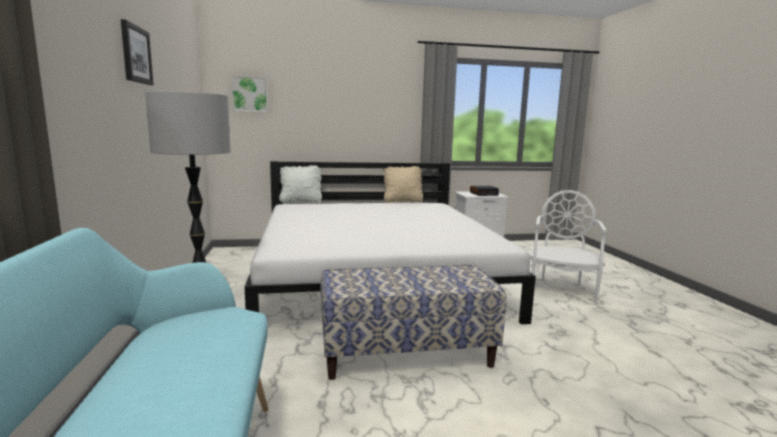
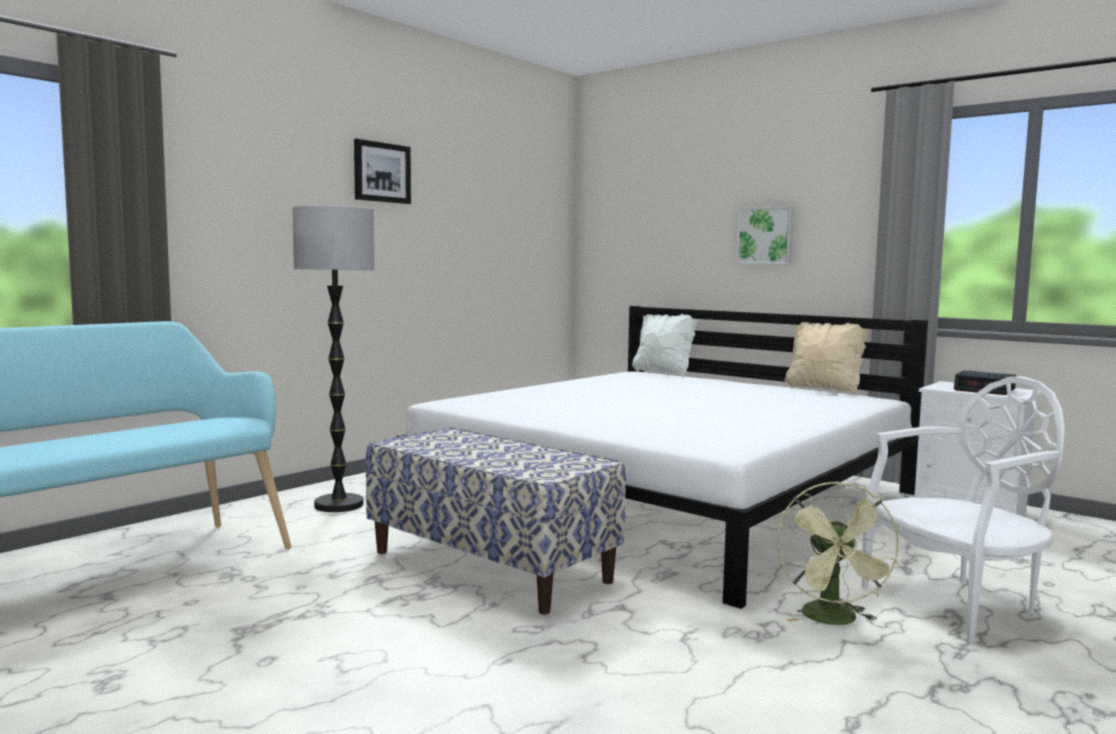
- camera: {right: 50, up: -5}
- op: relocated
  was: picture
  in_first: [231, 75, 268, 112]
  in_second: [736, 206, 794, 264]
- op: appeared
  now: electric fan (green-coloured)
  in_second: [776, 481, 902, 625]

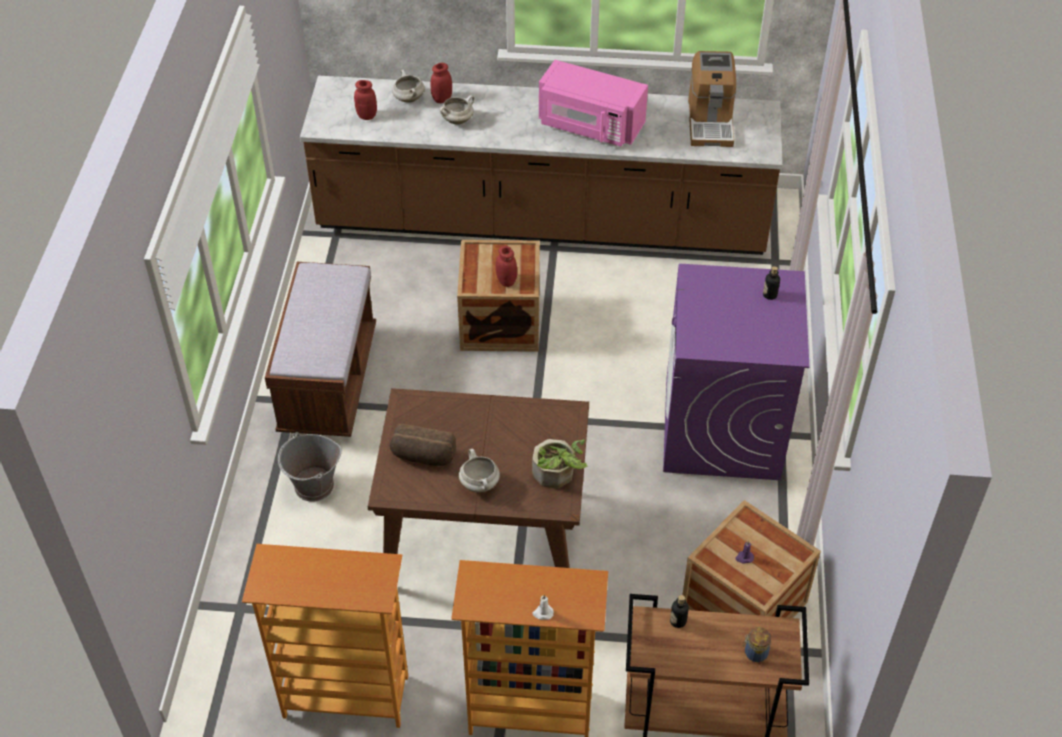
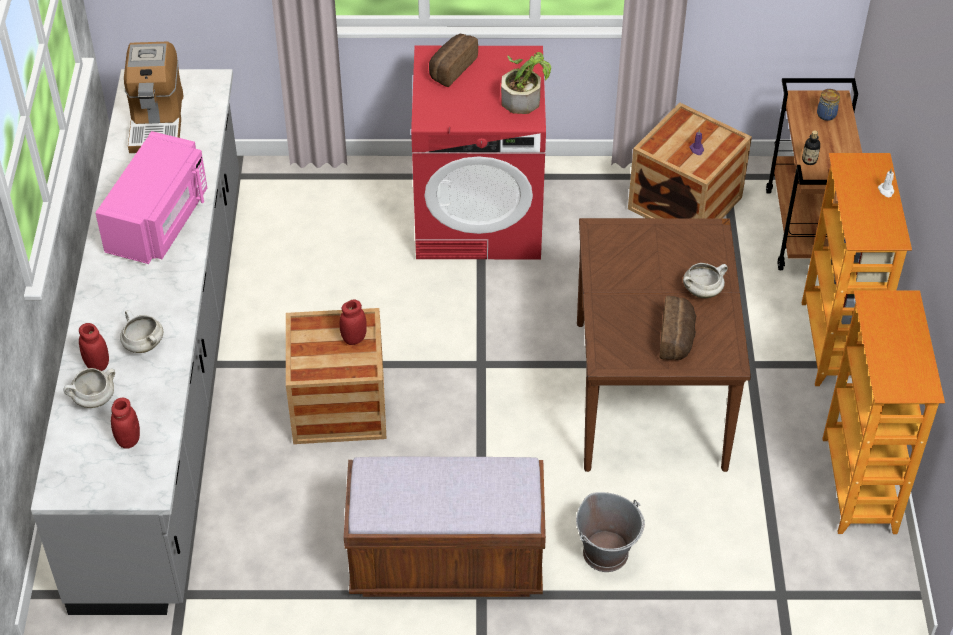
- camera: {right: -95, up: 0}
- op: colour
  was: kitchen counter (brownish)
  now: kitchen counter (gray)
  in_first: [300, 76, 783, 255]
  in_second: [31, 69, 239, 615]
- op: spun
  was: coffee machine
  in_first: [688, 51, 736, 147]
  in_second: [124, 41, 183, 153]
  clockwise: 90
- op: colour
  was: laundry appliance (purplish)
  now: laundry appliance (red-coloured)
  in_first: [663, 264, 809, 480]
  in_second: [411, 46, 546, 259]
- op: exchanged
  was: bottle
  now: baked bread
  in_first: [763, 266, 780, 300]
  in_second: [429, 34, 478, 87]
- op: relocated
  was: houseplant
  in_first: [532, 439, 588, 488]
  in_second: [501, 52, 551, 114]

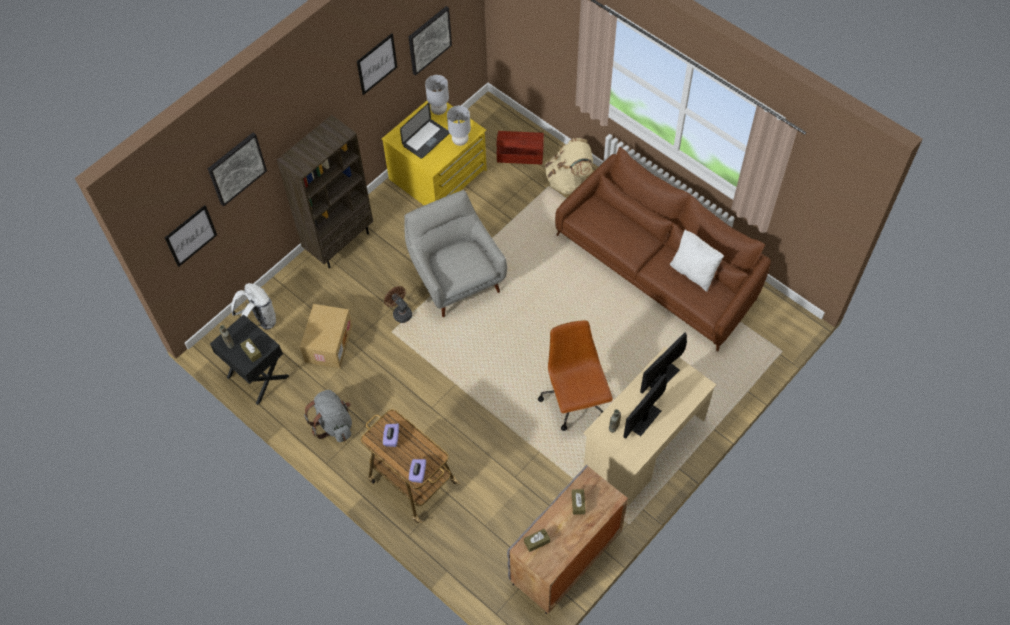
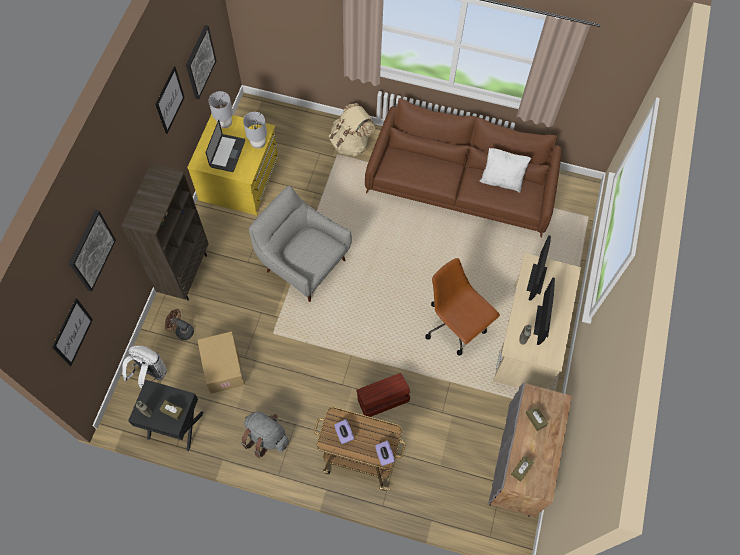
- camera: {right: -30, up: 5}
- op: relocated
  was: electric fan (brownish)
  in_first: [384, 286, 412, 323]
  in_second: [165, 309, 194, 340]
- op: relocated
  was: storage bin (brownish)
  in_first: [496, 131, 544, 164]
  in_second: [357, 373, 410, 417]

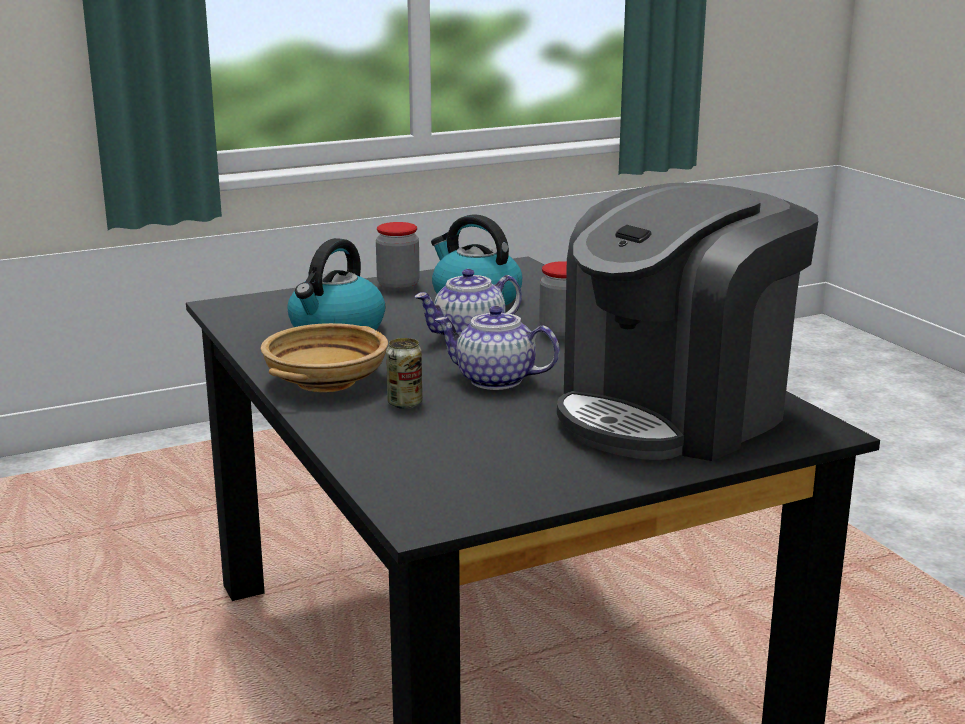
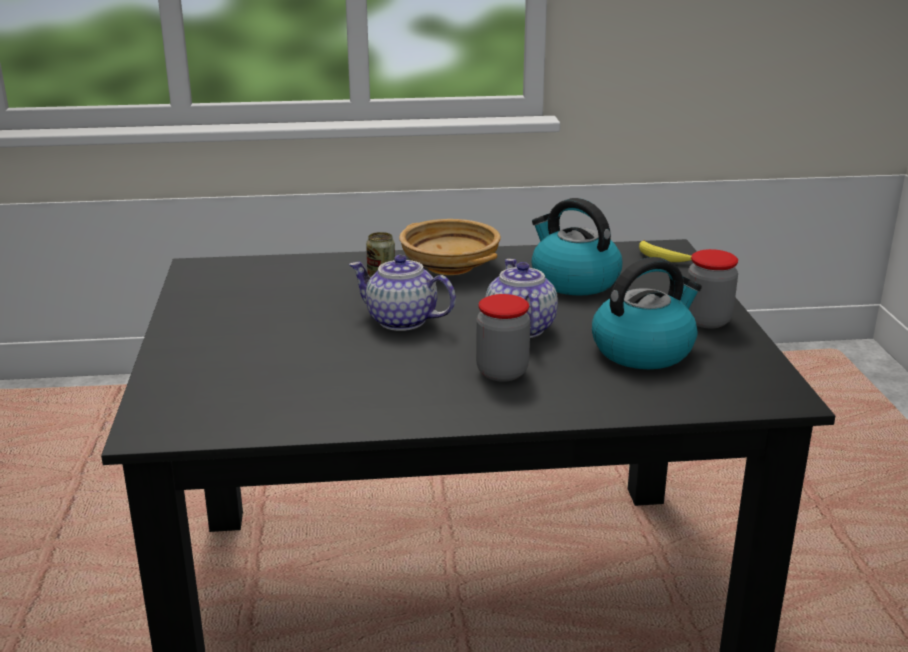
- camera: {right: 110, up: 5}
- op: spun
  was: pot for tea
  in_first: [435, 306, 560, 390]
  in_second: [349, 255, 456, 331]
  clockwise: -105
- op: appeared
  now: banana fruit
  in_second: [639, 240, 692, 262]
- op: missing
  was: coffee machine
  in_first: [557, 183, 818, 461]

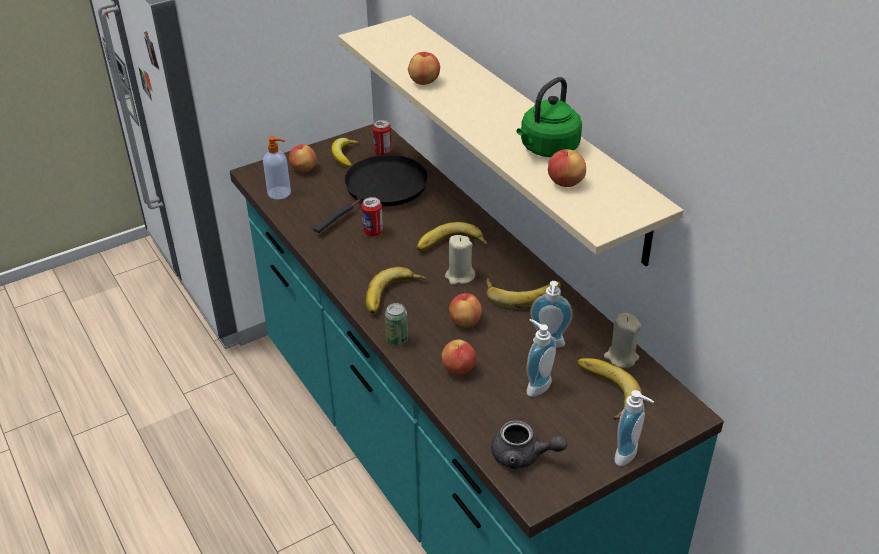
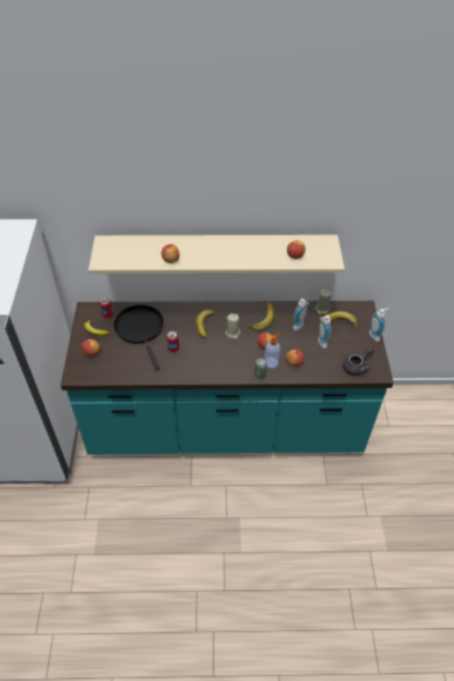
- camera: {right: -60, up: 10}
- op: relocated
  was: soap bottle
  in_first: [263, 136, 291, 200]
  in_second: [265, 333, 281, 368]
- op: missing
  was: banana fruit
  in_first: [366, 267, 426, 314]
- op: missing
  was: water kettle (green-coloured)
  in_first: [517, 77, 582, 157]

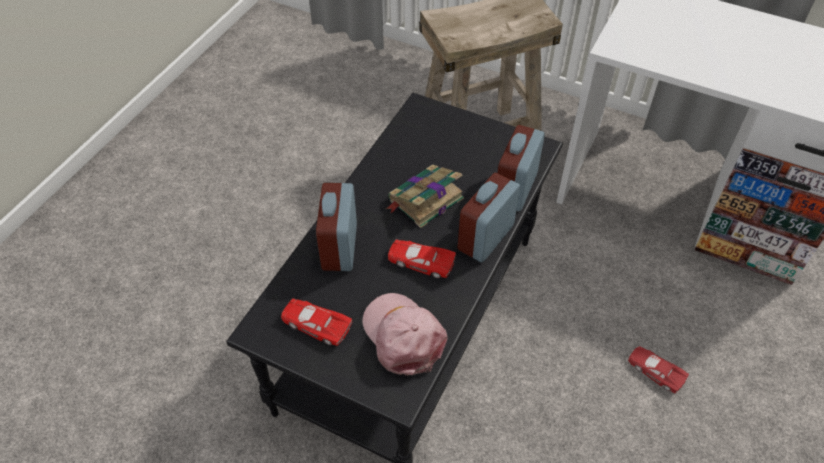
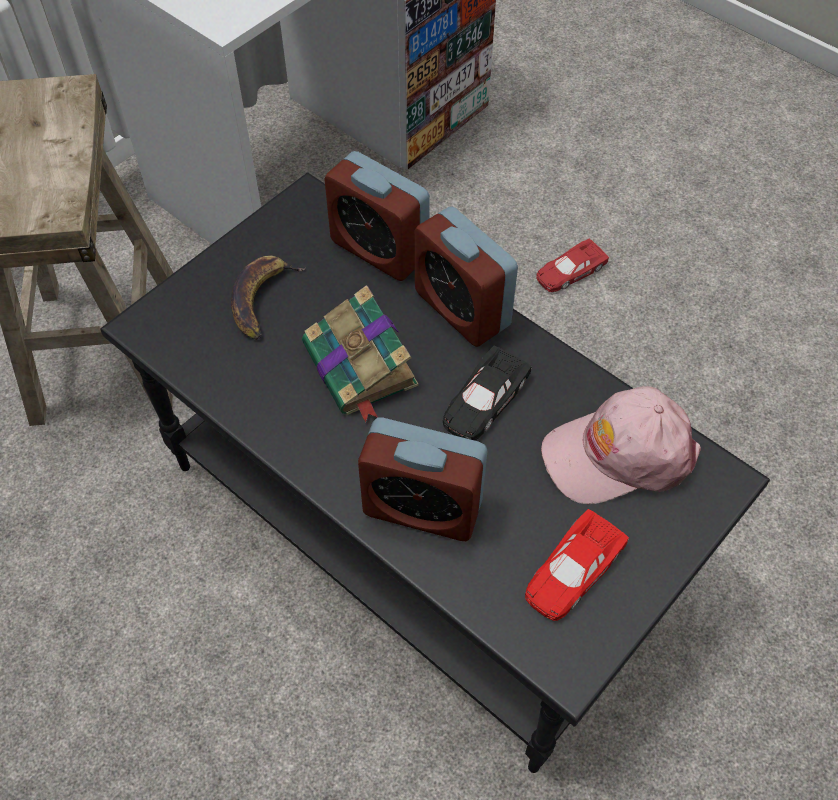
- camera: {right: -75, up: 5}
- op: appeared
  now: banana fruit
  in_second: [231, 256, 306, 340]
- op: colour
  was: toy car (red-coloured)
  now: toy car (black)
  in_first: [388, 239, 456, 278]
  in_second: [443, 346, 532, 440]

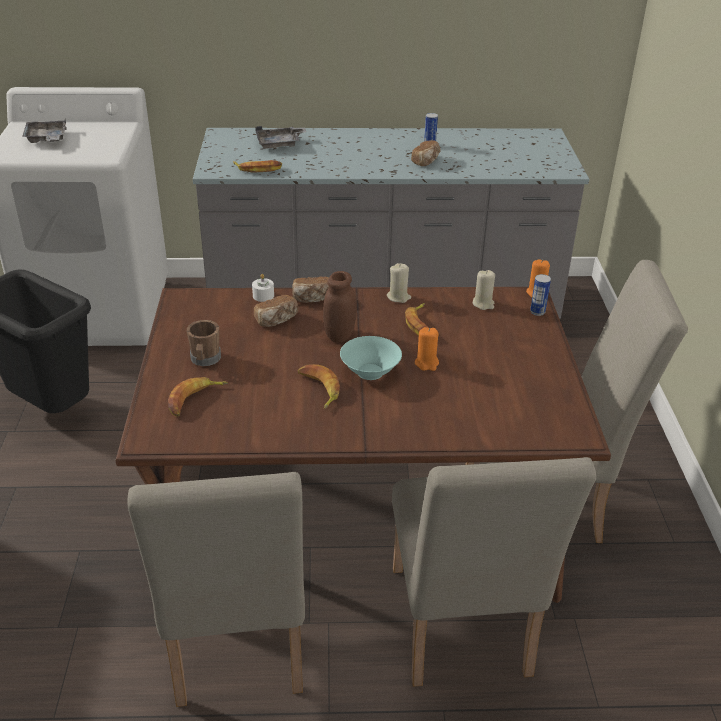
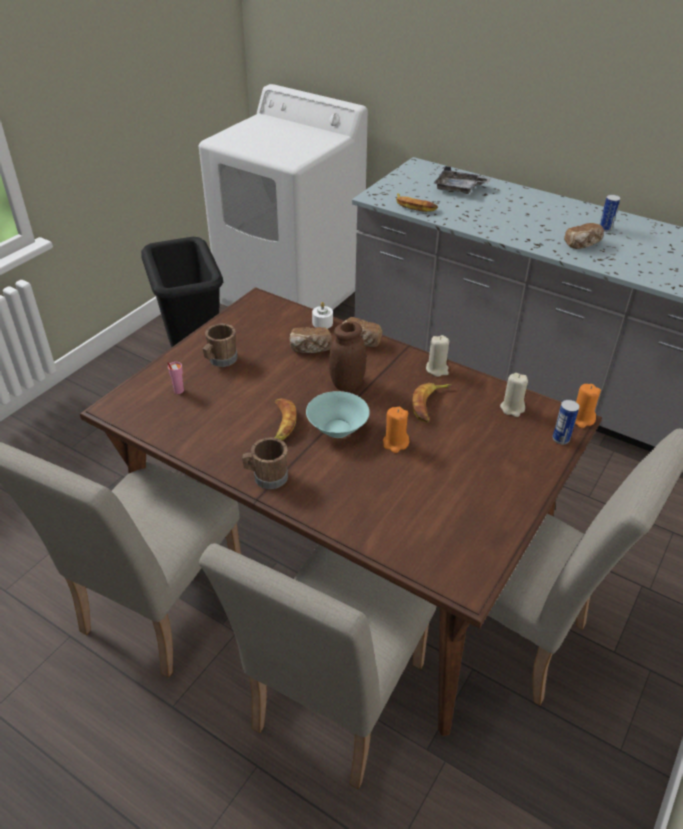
- camera: {right: 35, up: 5}
- op: exchanged
  was: banana fruit
  now: small cup (pinkish)
  in_first: [168, 377, 228, 417]
  in_second: [167, 362, 184, 394]
- op: appeared
  now: mug (brownish)
  in_second: [242, 437, 288, 489]
- op: missing
  was: serving tray (gray)
  in_first: [22, 117, 67, 143]

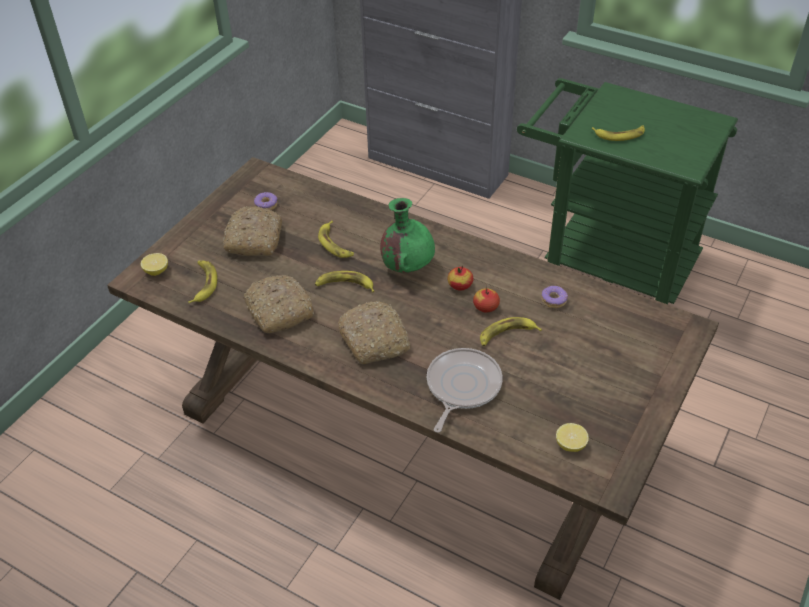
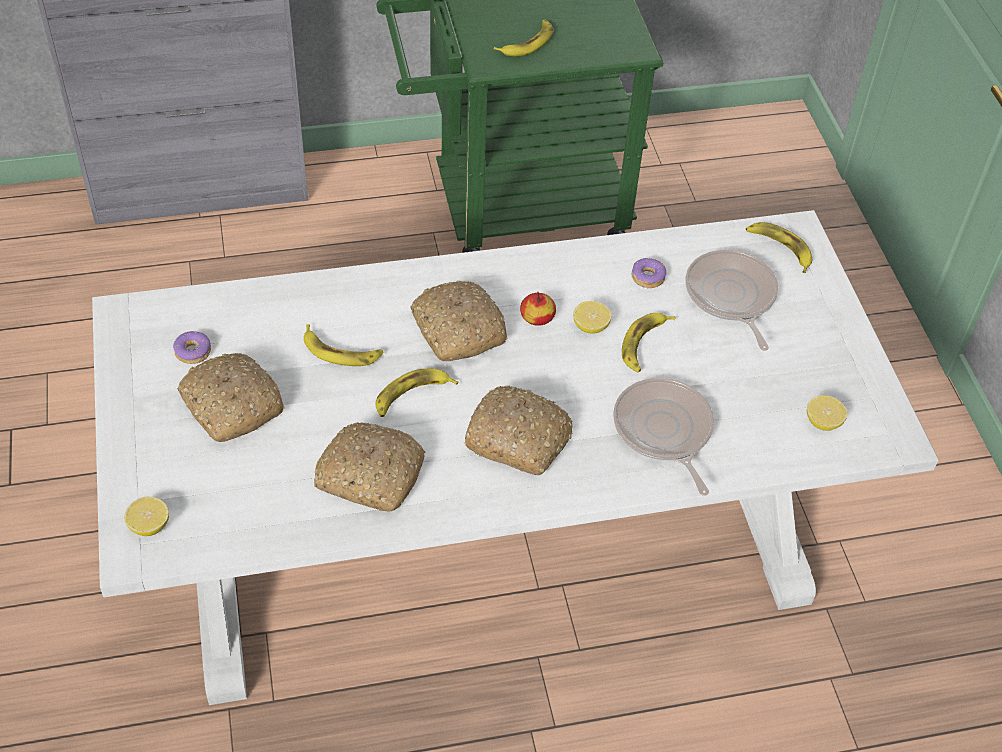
- camera: {right: -45, up: 5}
- op: colour
  was: kitchen table (brownish)
  now: kitchen table (white-coloured)
  in_first: [107, 157, 719, 600]
  in_second: [92, 210, 939, 705]
- op: exchanged
  was: vase (green-coloured)
  now: baked bread
  in_first: [380, 198, 435, 273]
  in_second: [410, 281, 507, 361]
- op: exchanged
  was: apple
  now: whole lemon
  in_first: [473, 285, 500, 313]
  in_second: [573, 301, 611, 334]
- op: appeared
  now: pan
  in_second: [685, 250, 778, 351]
- op: relocated
  was: banana fruit
  in_first: [188, 260, 217, 303]
  in_second: [746, 222, 812, 273]

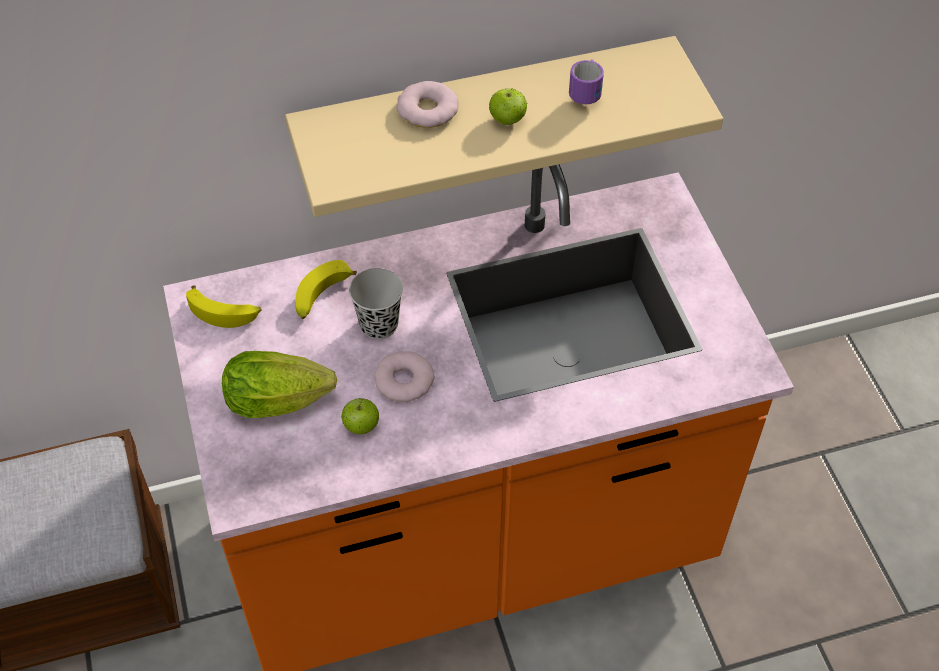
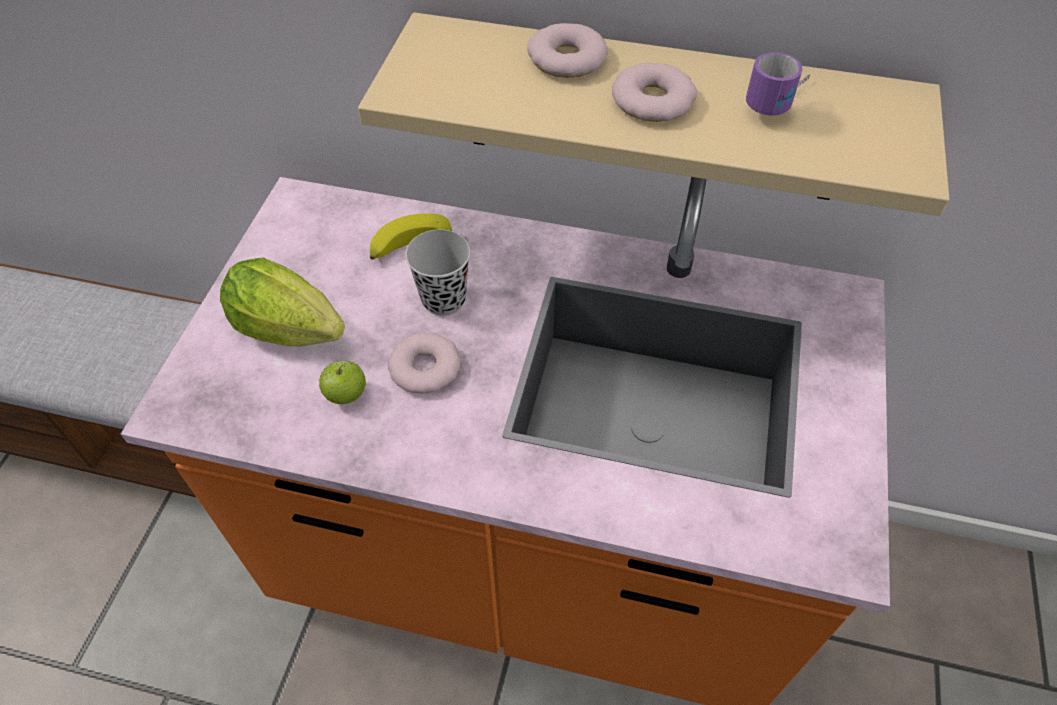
- camera: {right: 30, up: 0}
- op: exchanged
  was: apple
  now: donut
  in_first: [489, 88, 527, 125]
  in_second: [612, 63, 697, 122]
- op: missing
  was: banana fruit
  in_first: [186, 286, 261, 328]

